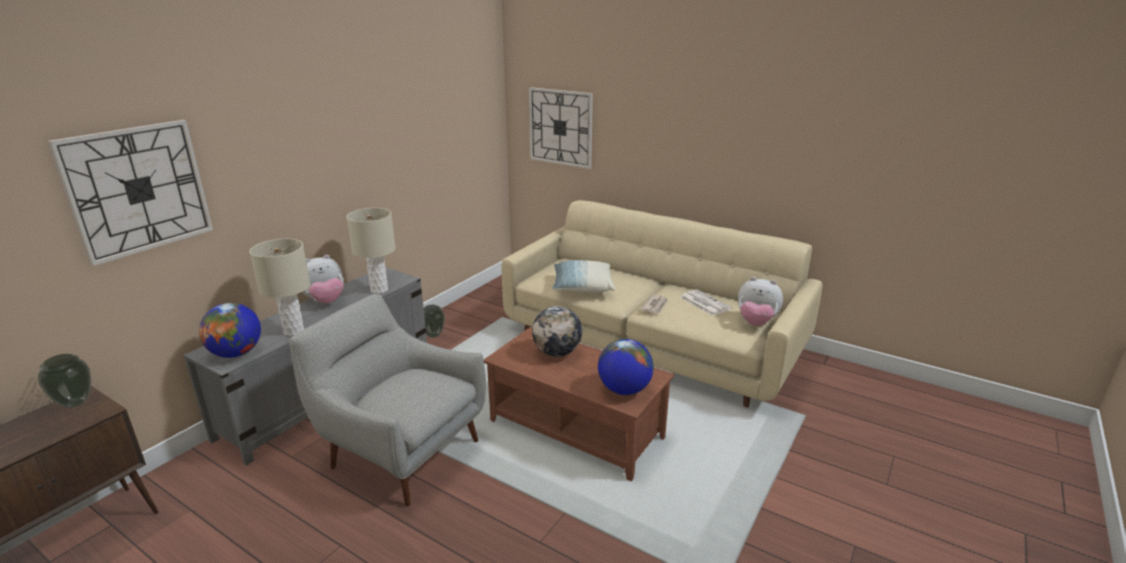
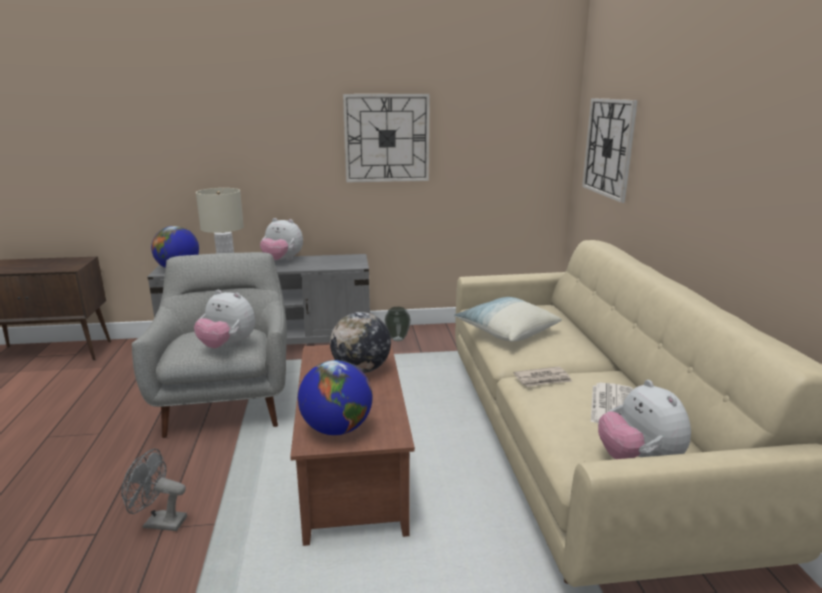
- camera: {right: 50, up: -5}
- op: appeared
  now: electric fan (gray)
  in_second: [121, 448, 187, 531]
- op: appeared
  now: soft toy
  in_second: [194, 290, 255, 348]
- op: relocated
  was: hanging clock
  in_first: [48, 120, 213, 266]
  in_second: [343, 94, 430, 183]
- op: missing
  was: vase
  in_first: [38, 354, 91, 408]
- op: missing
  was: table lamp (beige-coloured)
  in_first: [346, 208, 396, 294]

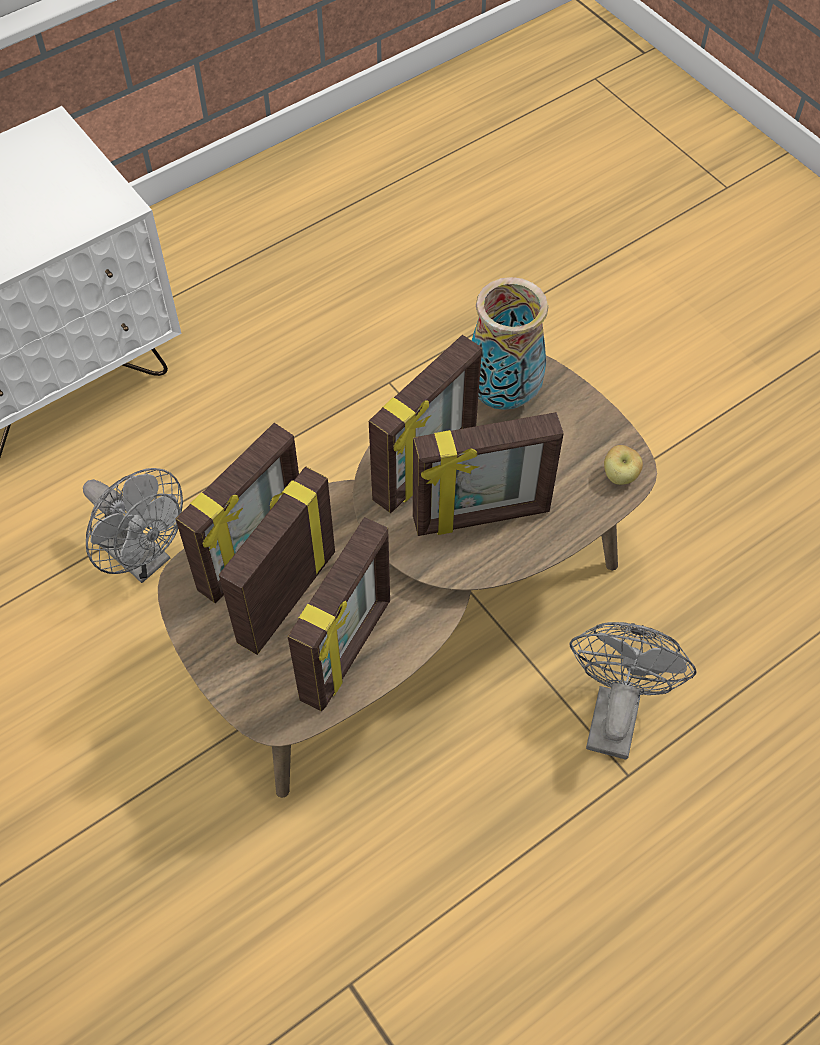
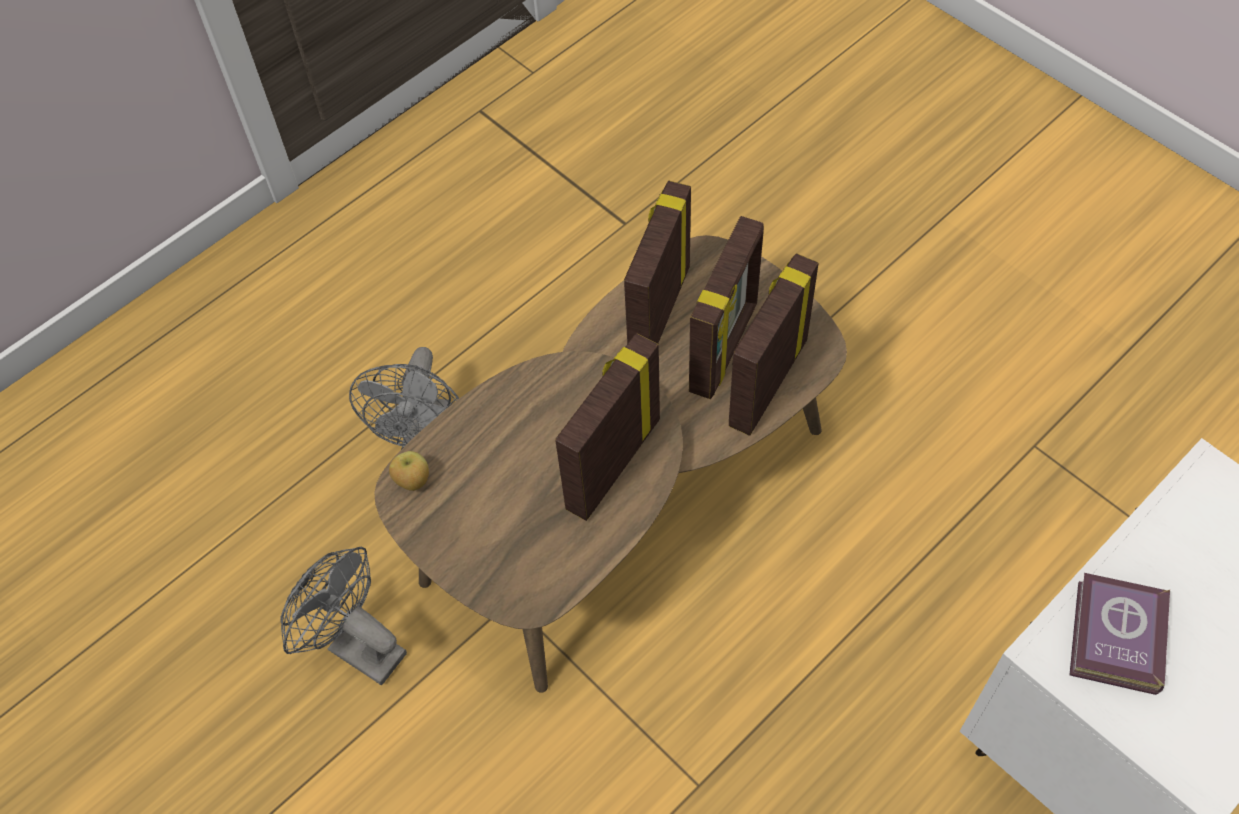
- camera: {right: 175, up: 0}
- op: relocated
  was: electric fan (gray)
  in_first: [83, 468, 183, 583]
  in_second: [280, 547, 407, 686]
- op: appeared
  now: book
  in_second: [1070, 573, 1170, 695]
- op: missing
  was: photo frame
  in_first: [413, 412, 564, 536]
- op: missing
  was: vase
  in_first: [472, 277, 548, 410]

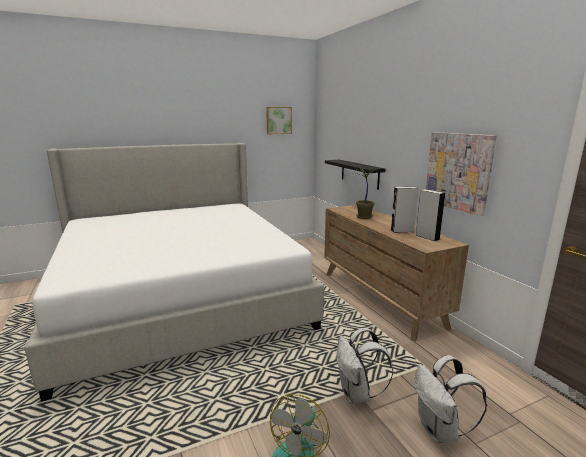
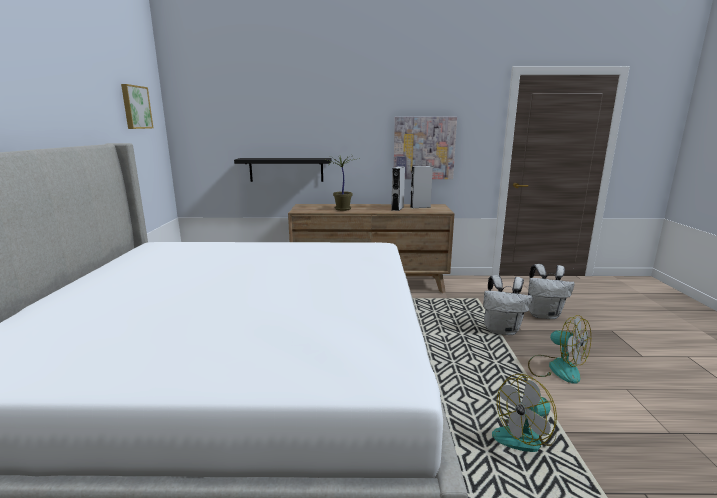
- camera: {right: -65, up: 0}
- op: appeared
  now: electric fan
  in_second: [492, 374, 557, 452]

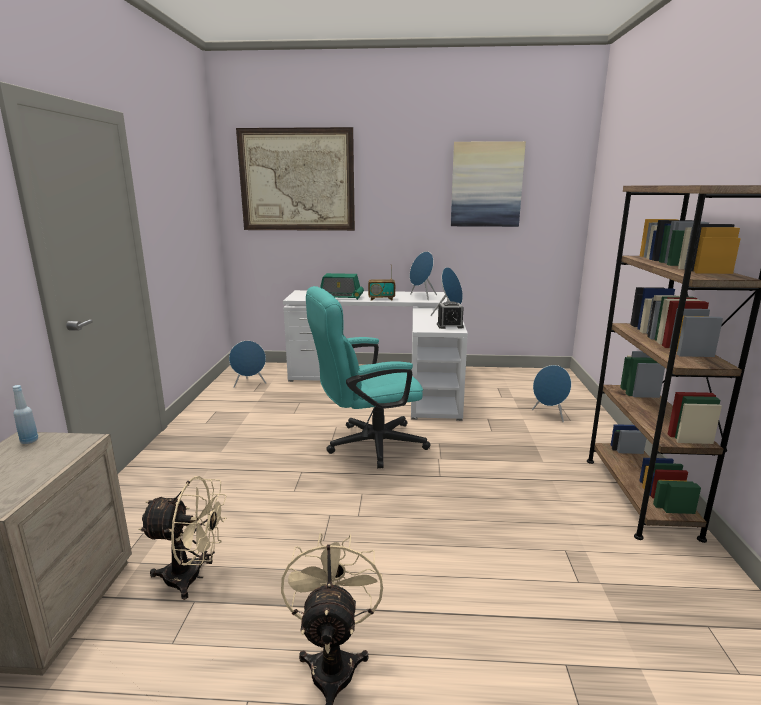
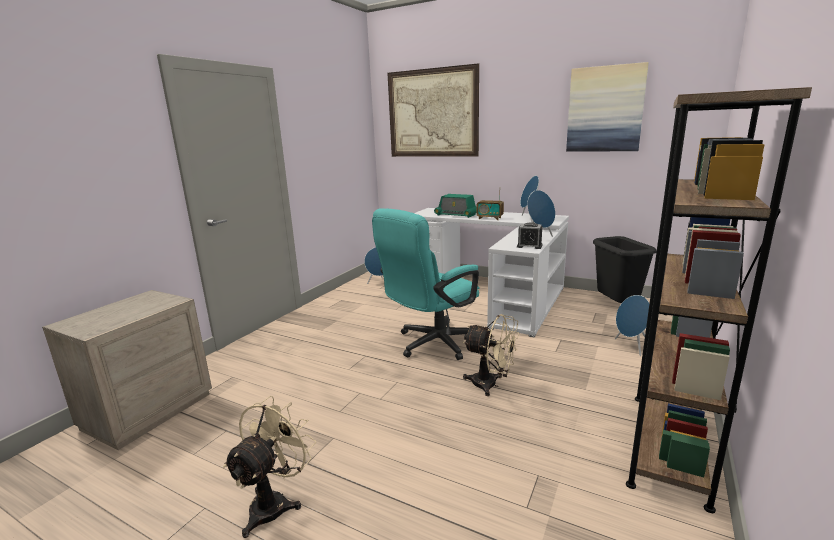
- camera: {right: 25, up: 0}
- op: spun
  was: desk chair (blue-green)
  in_first: [306, 286, 431, 468]
  in_second: [372, 208, 479, 360]
  clockwise: -45
- op: relocated
  was: electric fan (beige-coloured)
  in_first: [139, 476, 227, 600]
  in_second: [463, 314, 519, 396]
- op: appeared
  now: trash can (black)
  in_second: [593, 236, 657, 303]
- op: missing
  was: bottle (blue-coloured)
  in_first: [12, 385, 38, 444]

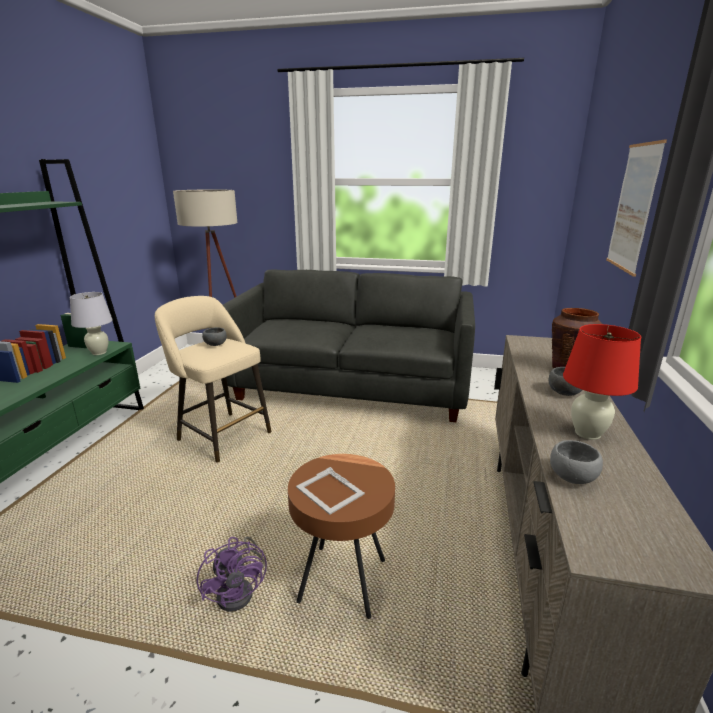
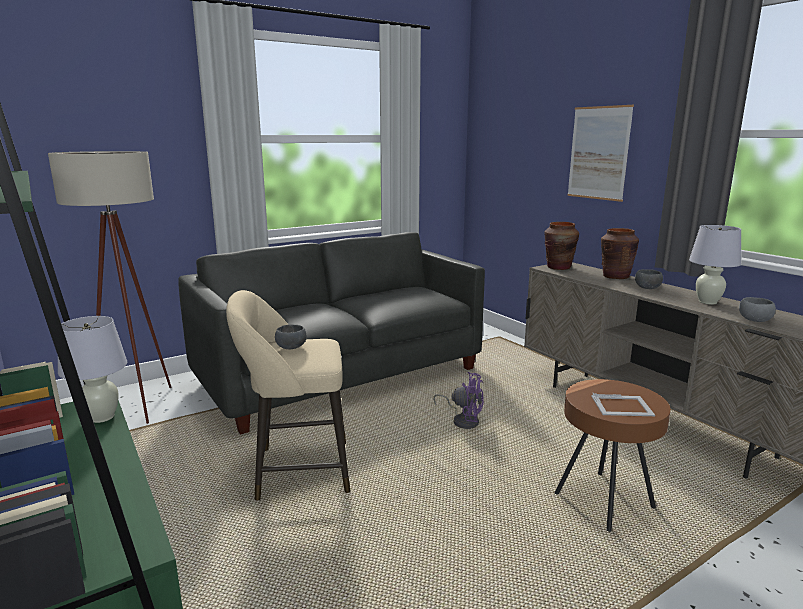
- camera: {right: -45, up: -5}
- op: relocated
  was: electric fan (purplish)
  in_first: [197, 537, 267, 612]
  in_second: [433, 372, 484, 429]
- op: appeared
  now: vase (brownish)
  in_second: [544, 222, 579, 270]
- op: colour
  was: table lamp (red-coloured)
  now: table lamp (white-coloured)
  in_first: [563, 324, 641, 440]
  in_second: [689, 225, 741, 304]

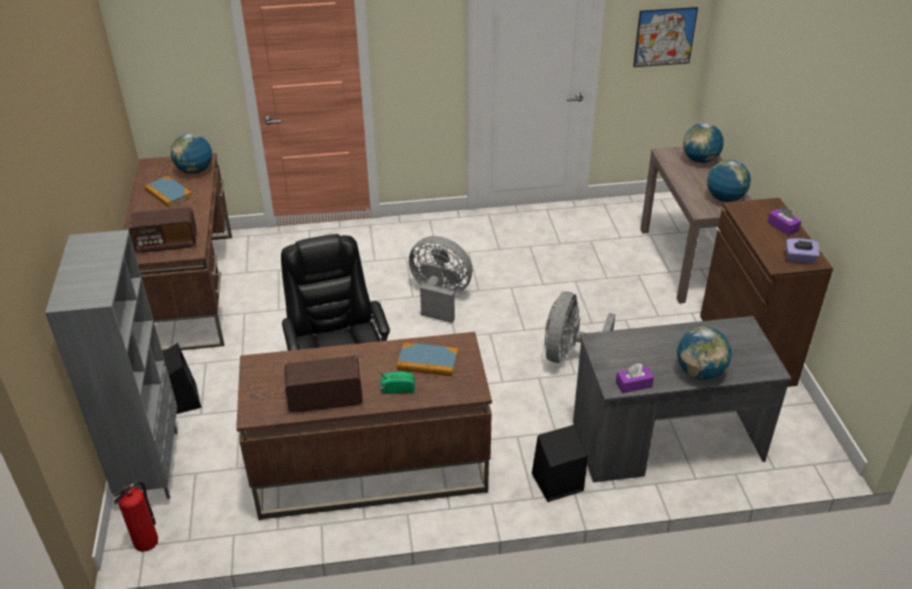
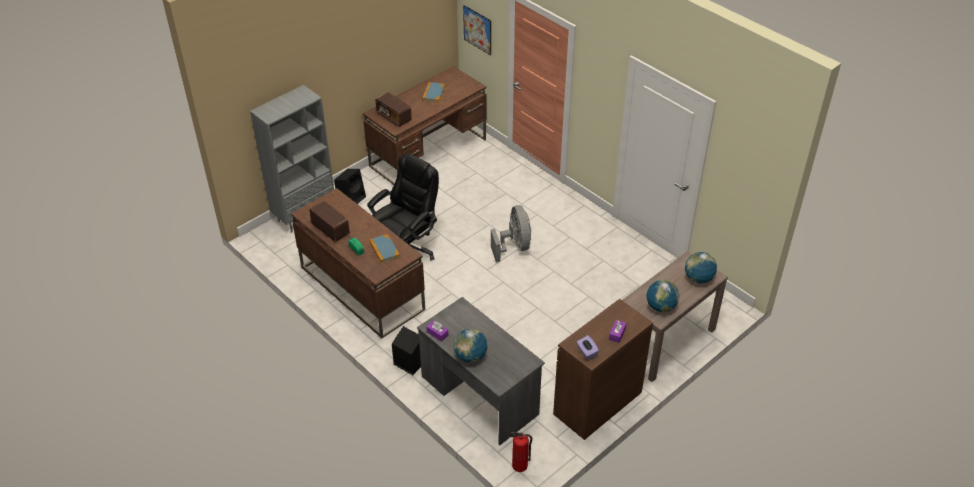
- camera: {right: 55, up: 5}
- op: relocated
  was: picture
  in_first: [633, 7, 698, 67]
  in_second: [463, 5, 491, 55]
- op: relocated
  was: fire-fighting cylinder
  in_first: [114, 481, 158, 552]
  in_second: [510, 432, 533, 472]
- op: missing
  was: globe
  in_first: [171, 133, 212, 174]
- op: missing
  was: electric fan (gray)
  in_first: [544, 291, 616, 363]

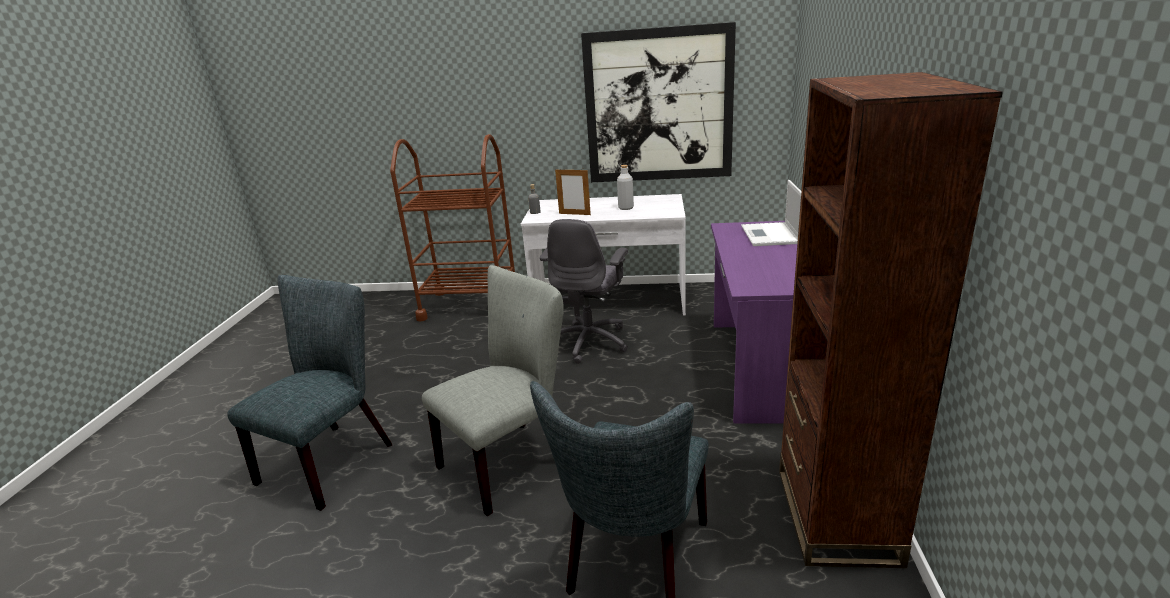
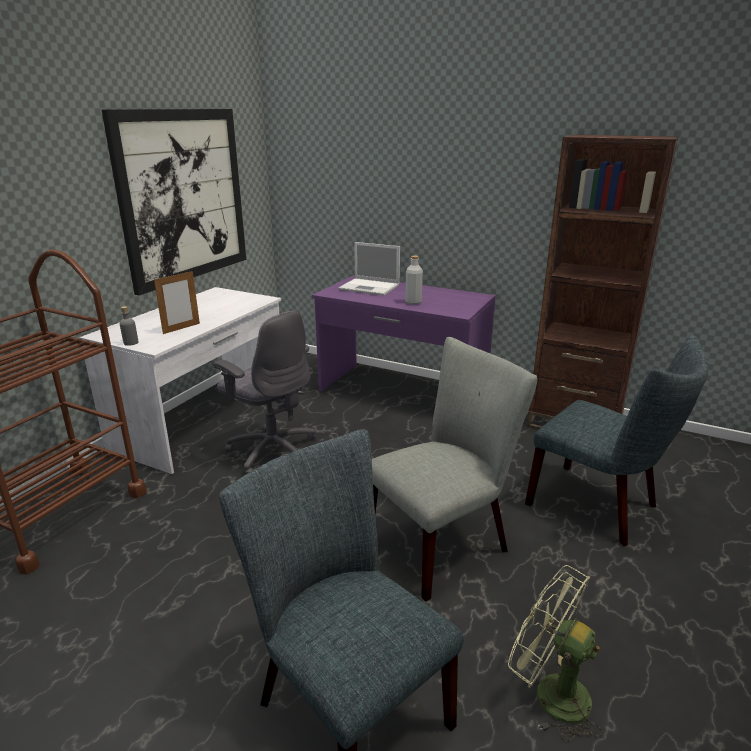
- camera: {right: -70, up: 0}
- op: spun
  was: chair (gray)
  in_first: [422, 265, 564, 516]
  in_second: [372, 337, 537, 602]
  clockwise: 75
- op: relocated
  was: bottle (gray)
  in_first: [617, 165, 634, 210]
  in_second: [405, 256, 423, 305]
- op: appeared
  now: electric fan (green-coloured)
  in_second: [508, 565, 603, 741]

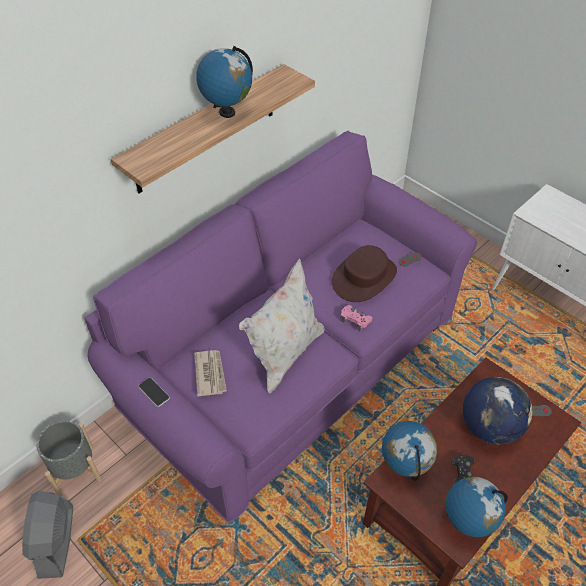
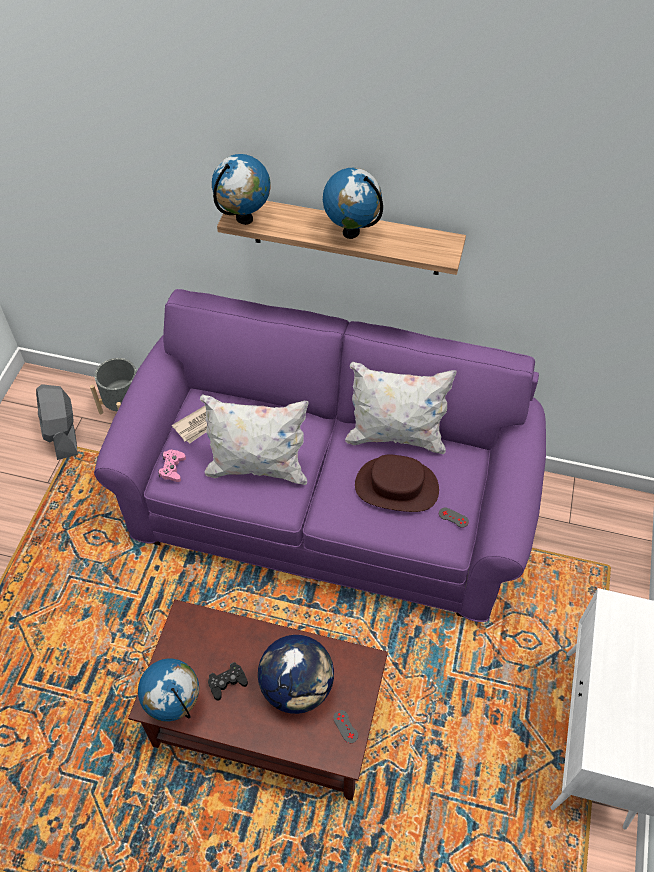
- camera: {right: 60, up: 5}
- op: spun
  was: electric fan (gray)
  in_first: [22, 490, 73, 579]
  in_second: [36, 384, 78, 460]
  clockwise: -75
- op: relocated
  was: game controller (pinkish)
  in_first: [340, 305, 373, 331]
  in_second: [158, 450, 186, 482]
- op: relocated
  was: globe
  in_first: [382, 421, 437, 481]
  in_second: [212, 154, 271, 225]
- op: appeared
  now: cushion (white-coloured)
  in_second: [345, 362, 457, 454]
- op: missing
  was: handset
  in_first: [138, 378, 170, 407]

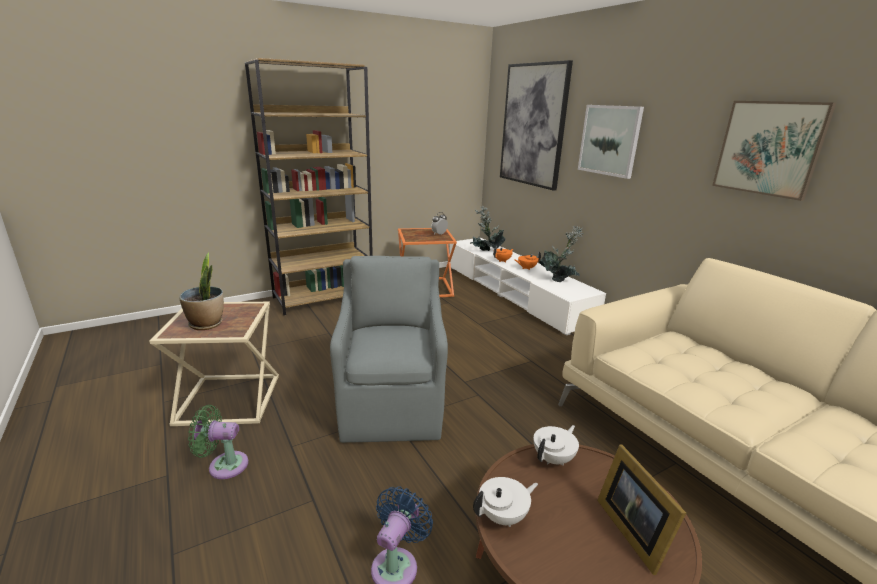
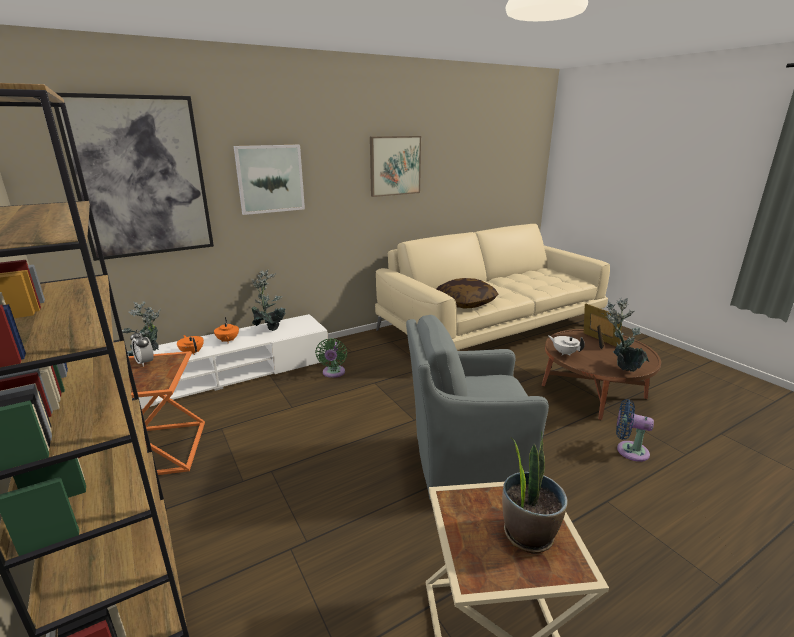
- camera: {right: -90, up: 0}
- op: relocated
  was: electric fan (green-coloured)
  in_first: [188, 405, 249, 479]
  in_second: [315, 338, 347, 378]
- op: appeared
  now: cushion
  in_second: [436, 278, 498, 308]
- op: spun
  was: photo frame
  in_first: [597, 444, 686, 575]
  in_second: [584, 304, 622, 349]
  clockwise: -105
- op: exchanged
  was: pot for tea (white-coloured)
  now: houseplant
  in_first: [473, 477, 538, 527]
  in_second: [606, 298, 649, 372]

